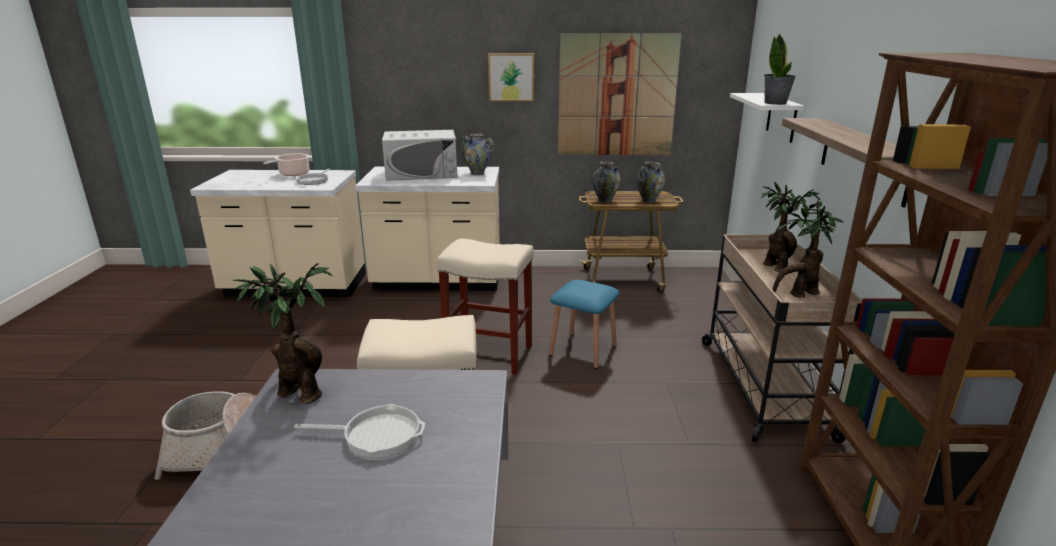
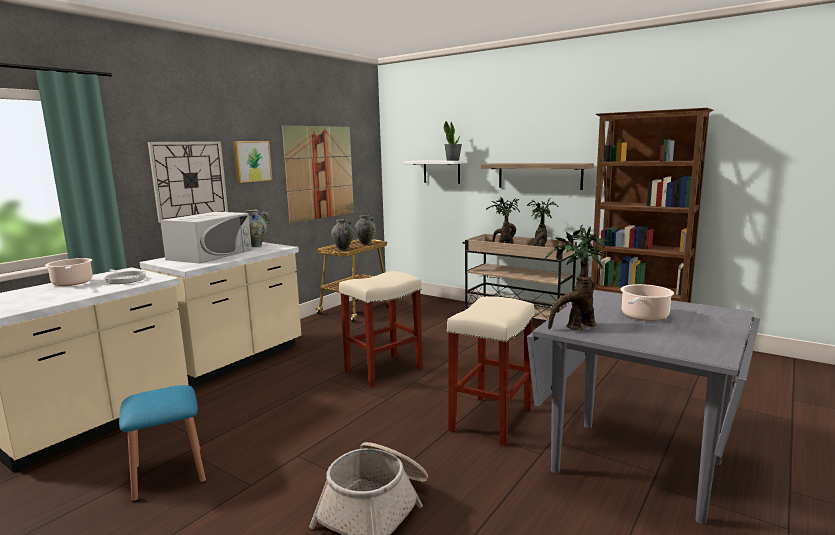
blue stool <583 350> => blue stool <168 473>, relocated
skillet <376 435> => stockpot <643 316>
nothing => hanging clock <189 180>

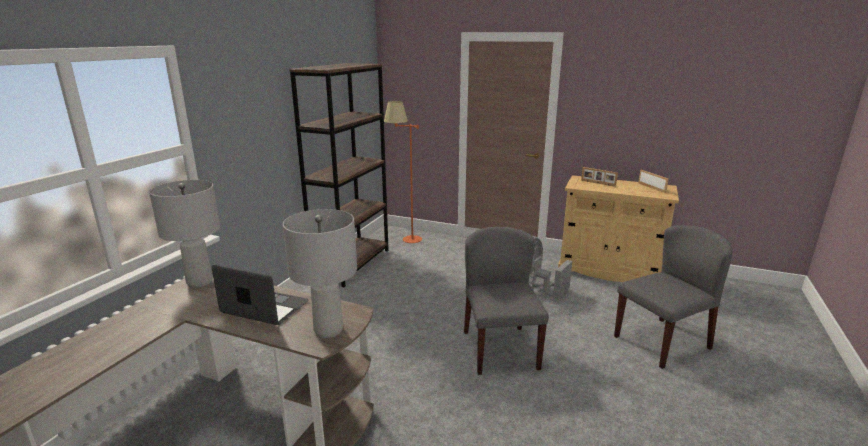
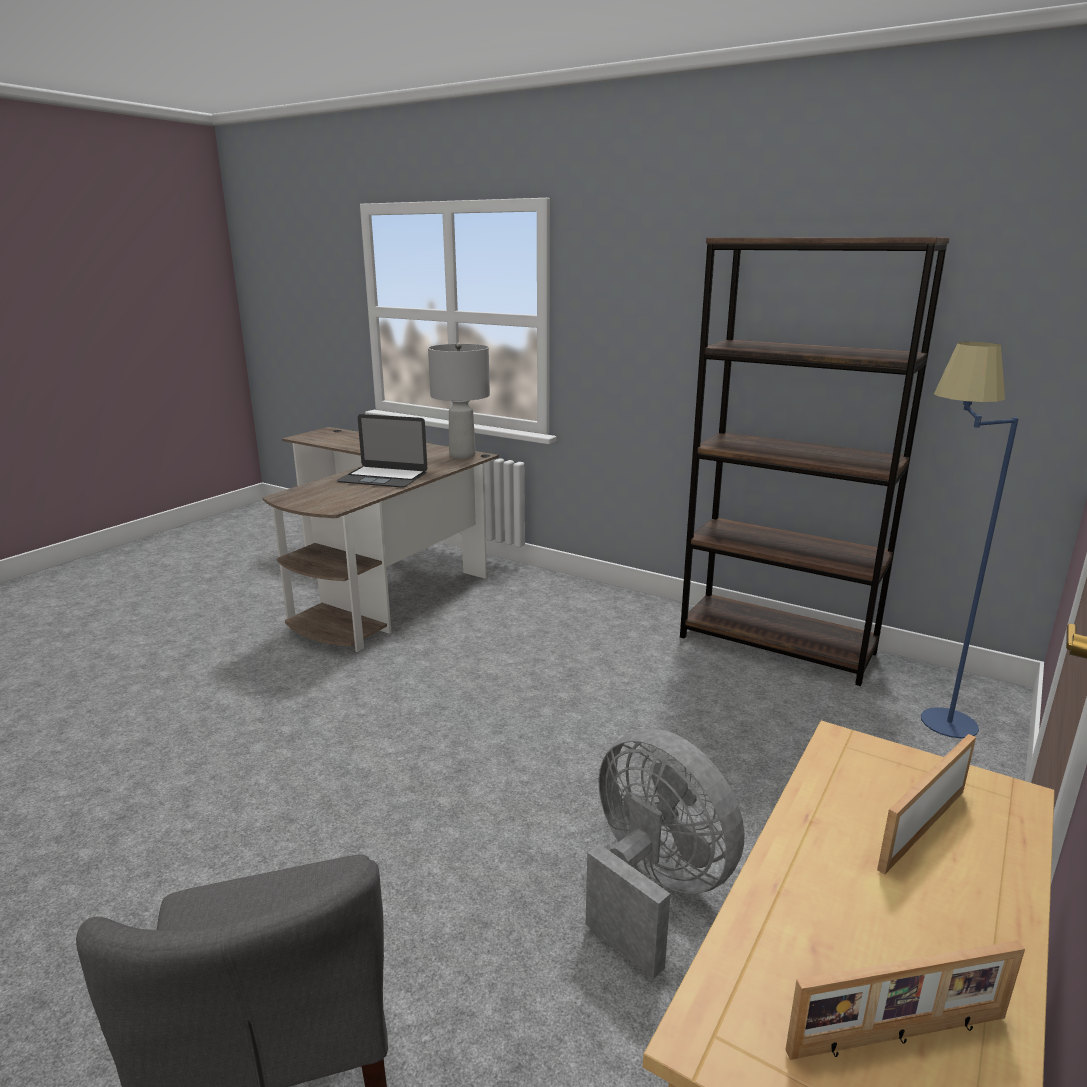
orangey floor lamp <405 242> => blue floor lamp <926 712>
gray table lamp <328 330> => nothing
gray chair <499 349> => nothing
laptop <265 307> => laptop <383 477>, 75 degrees clockwise

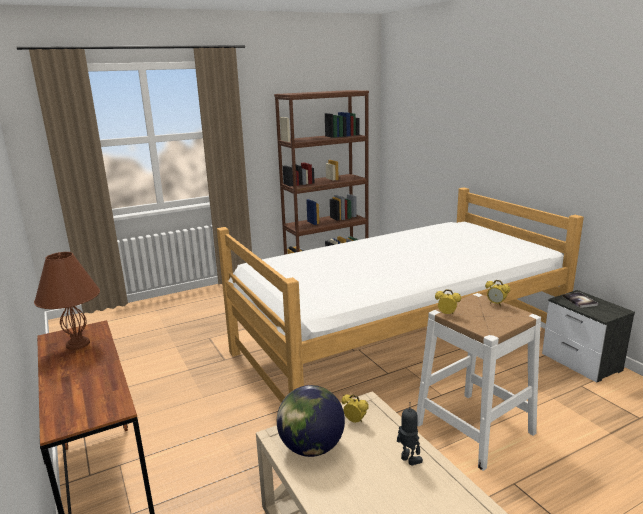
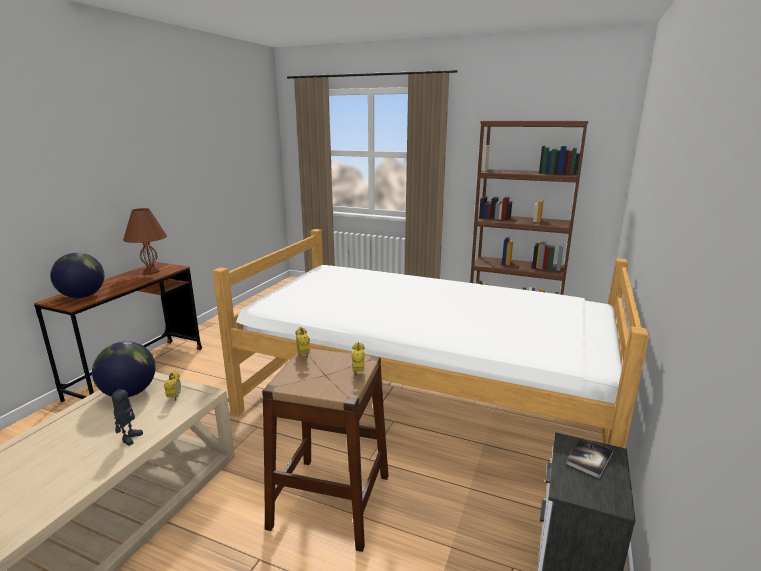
whitish stool <474 428> => brownish stool <331 500>
nothing => desk globe <82 296>

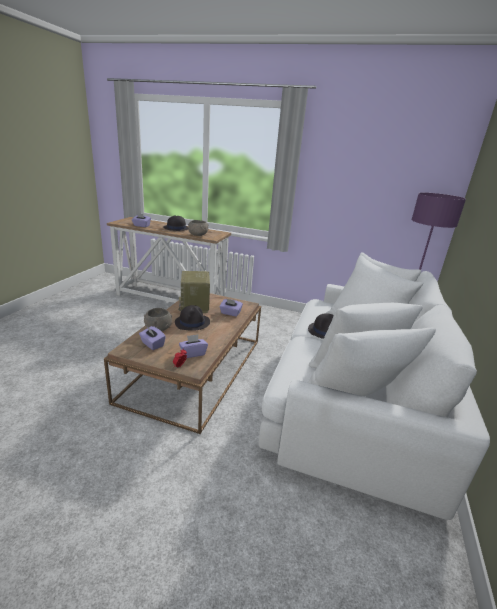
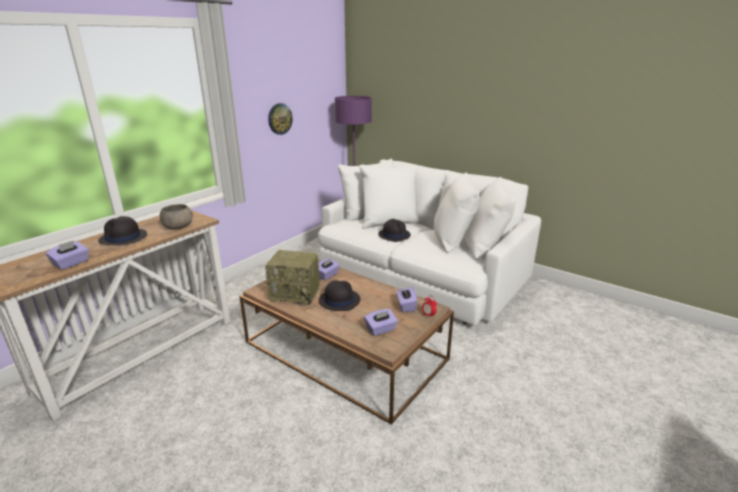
gray bowl <158 328> => nothing
nothing => hanging clock <279 119>

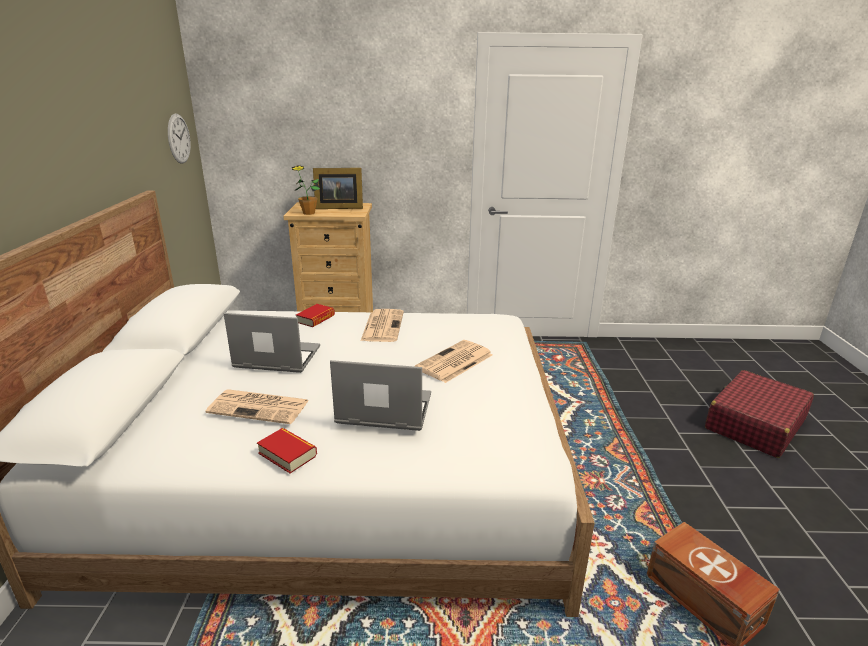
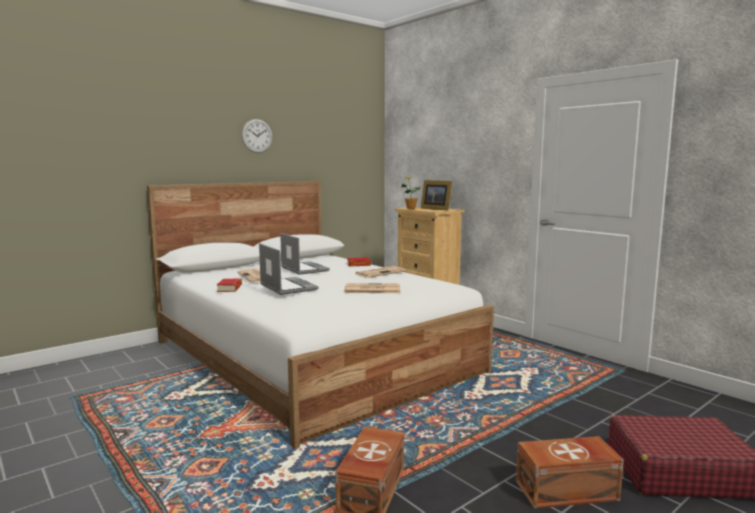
hanging clock <179 138> => hanging clock <257 136>, relocated
nothing => brownish storage bin <568 491>

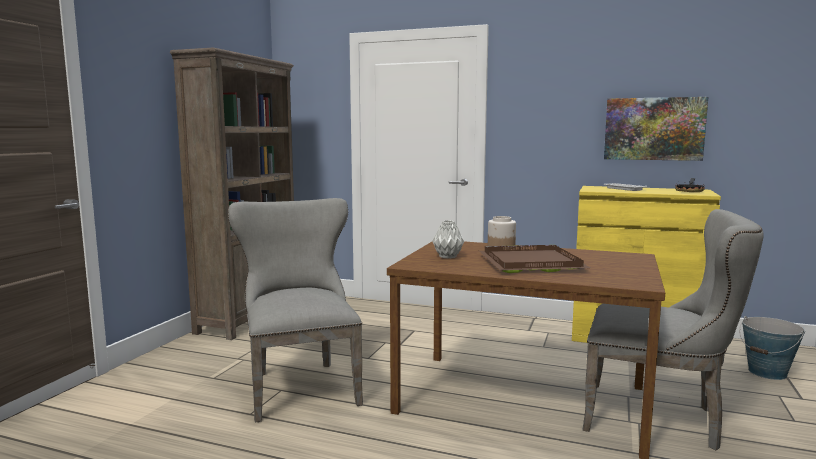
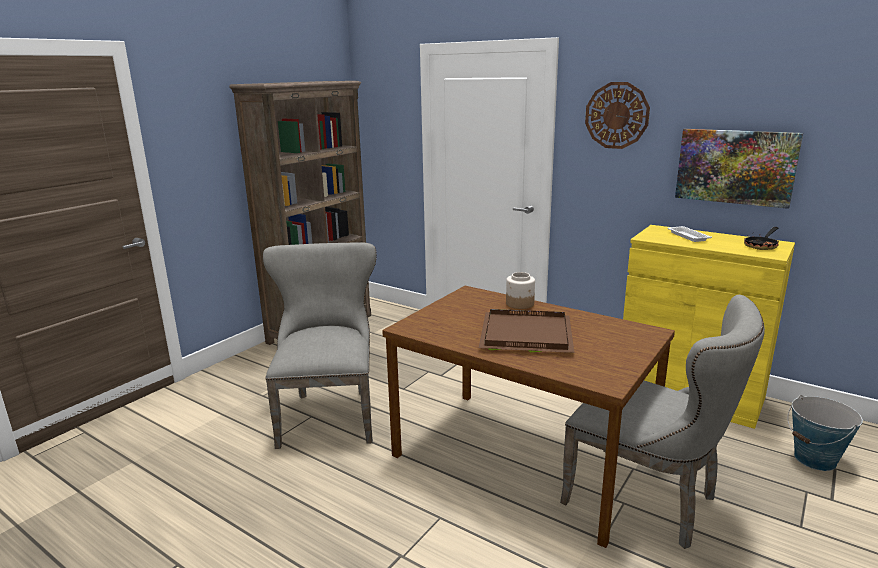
gray vase <447 256> => nothing
nothing => hanging clock <616 115>

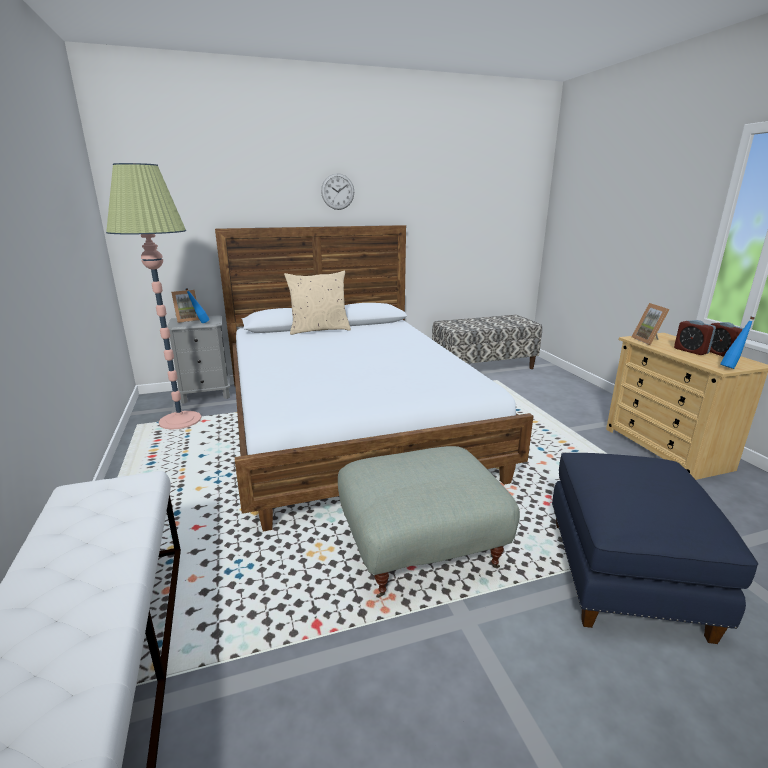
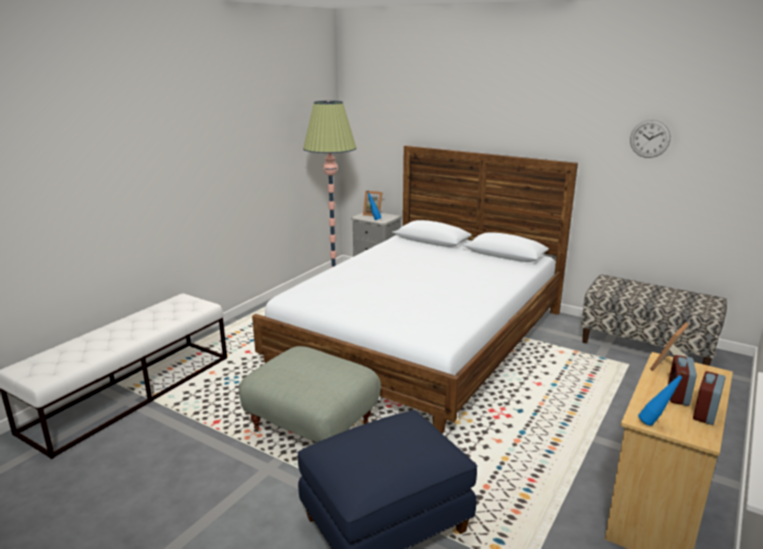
hanging clock <337 191> => hanging clock <650 139>, relocated
sand-coloured throw pillow <319 330> => nothing

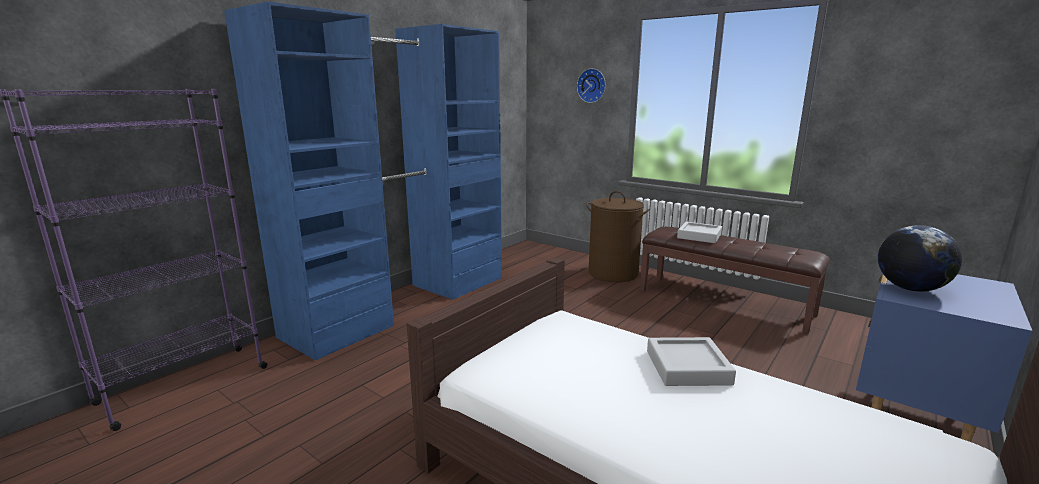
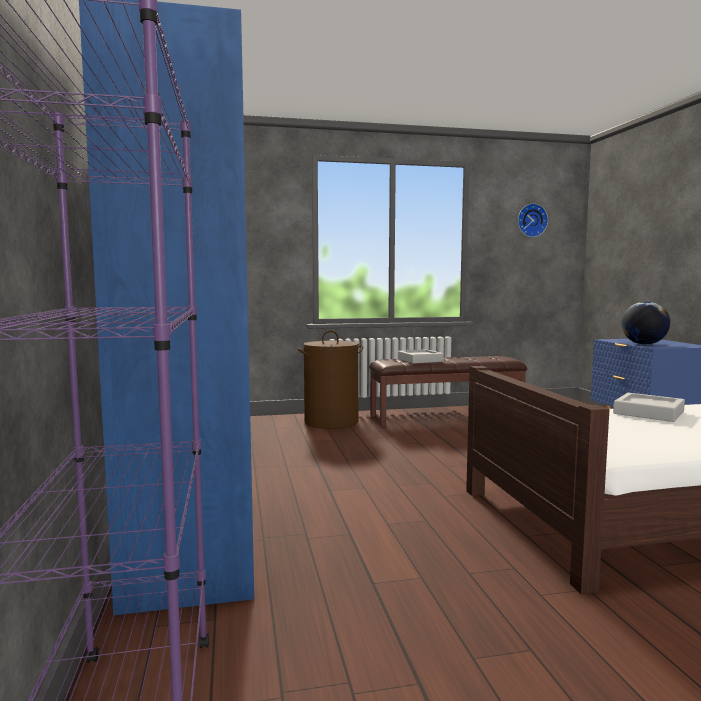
hanging clock <592 85> => hanging clock <531 220>, relocated

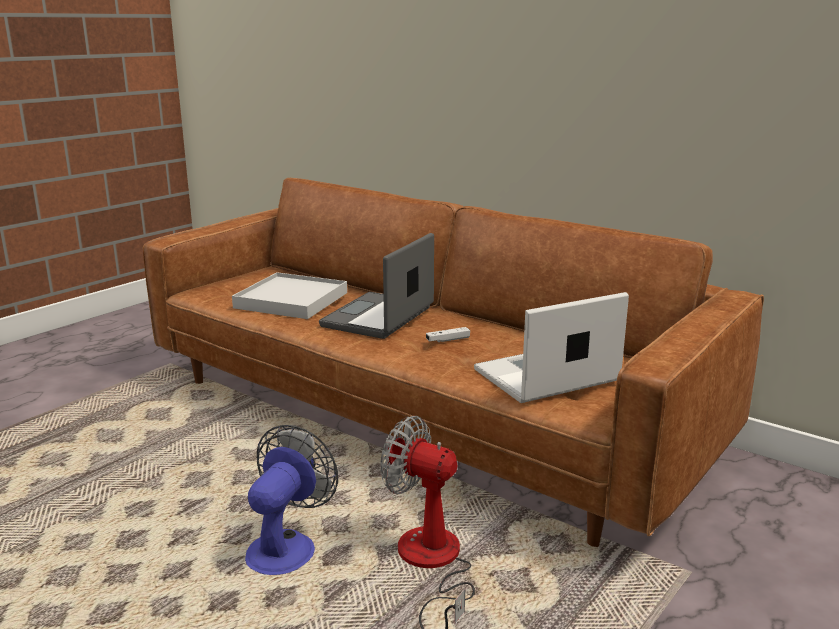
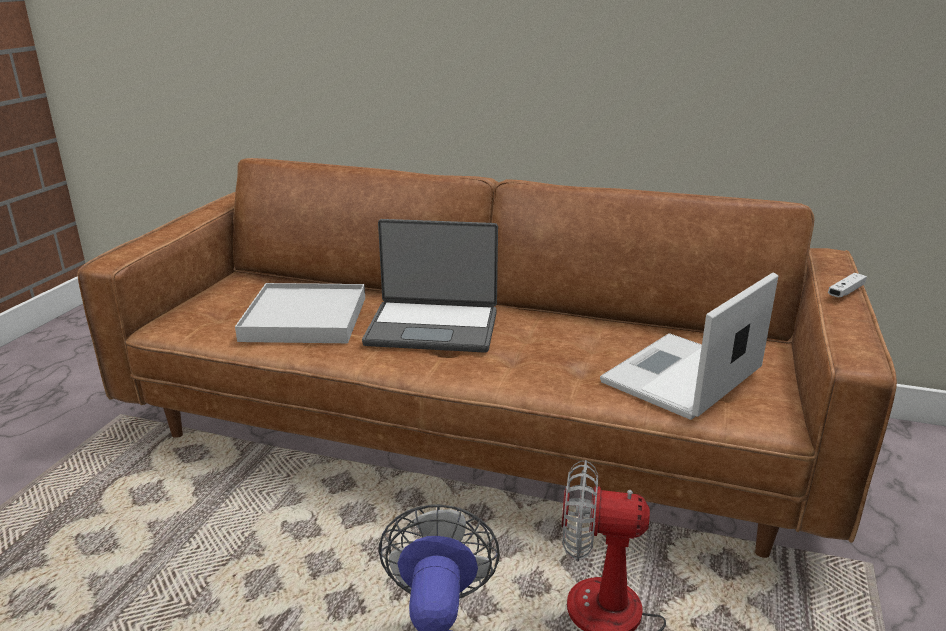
laptop <380 317> => laptop <433 327>, 90 degrees counterclockwise
whitish joypad <448 340> => whitish joypad <845 292>, relocated

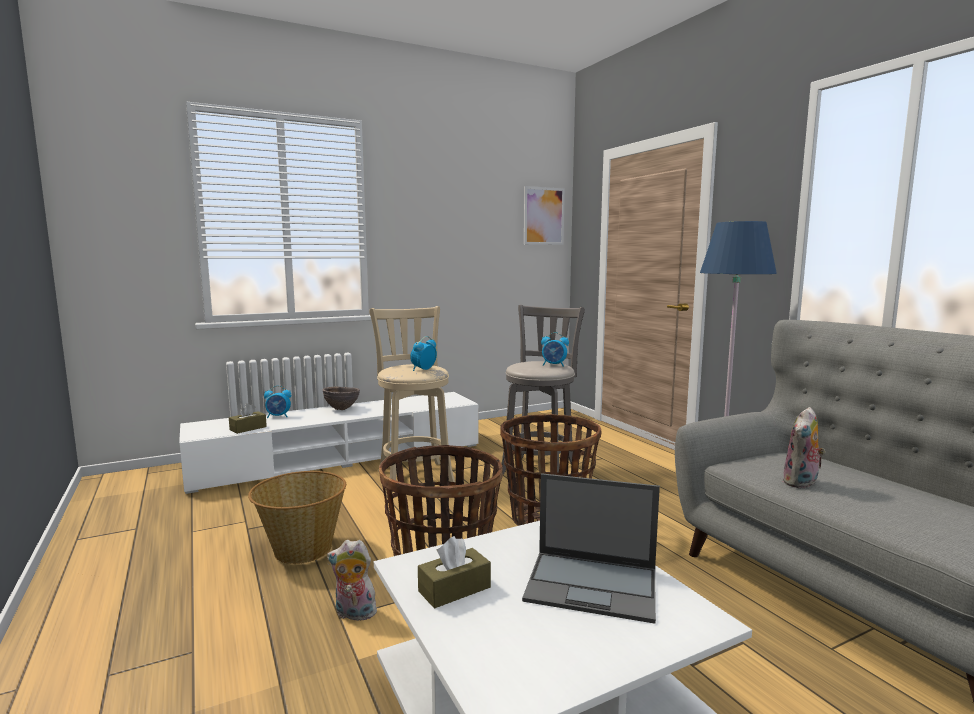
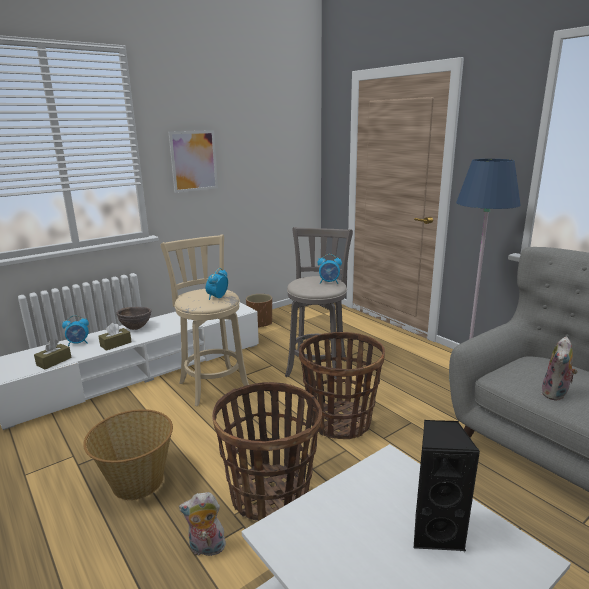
picture <543 216> => picture <194 161>, relocated
laptop <593 585> => black-coloured audio speaker <436 532>
brownish tissue holder <454 589> => brownish tissue holder <116 344>, relocated
nothing => brownish plant pot <260 323>

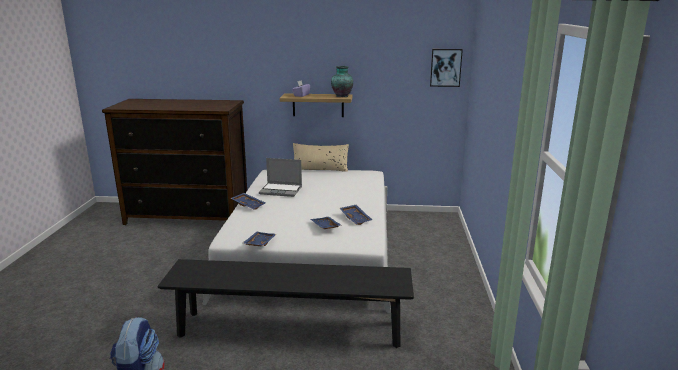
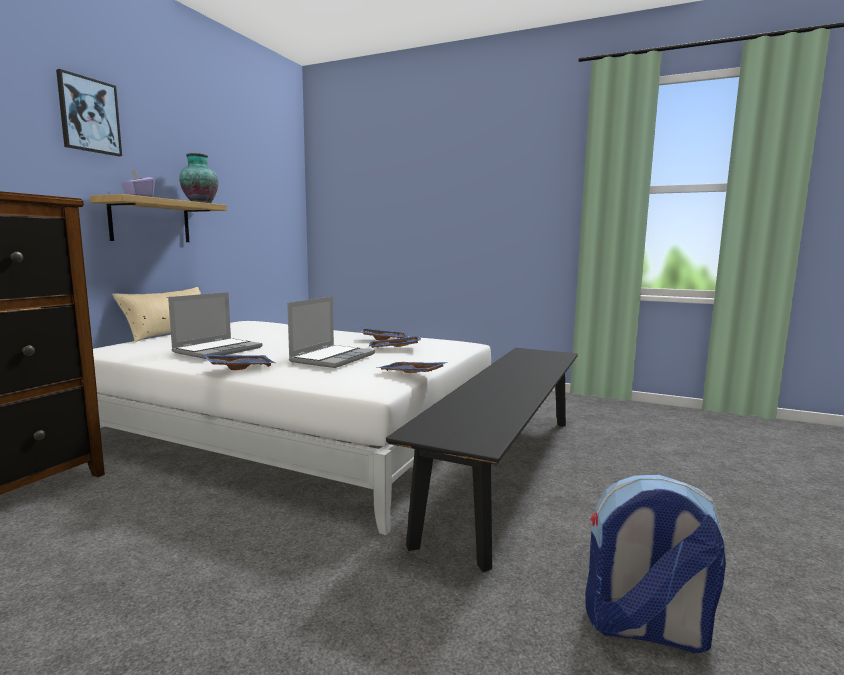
picture <445 67> => picture <89 115>, relocated
nothing => laptop <332 358>

